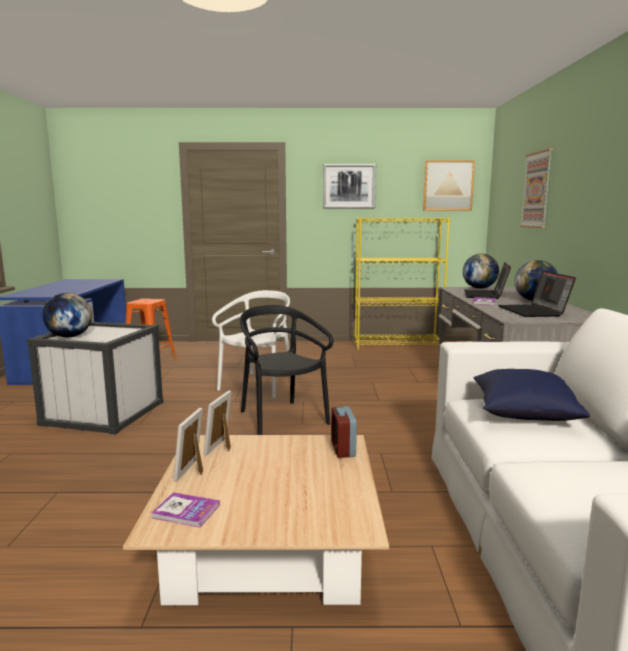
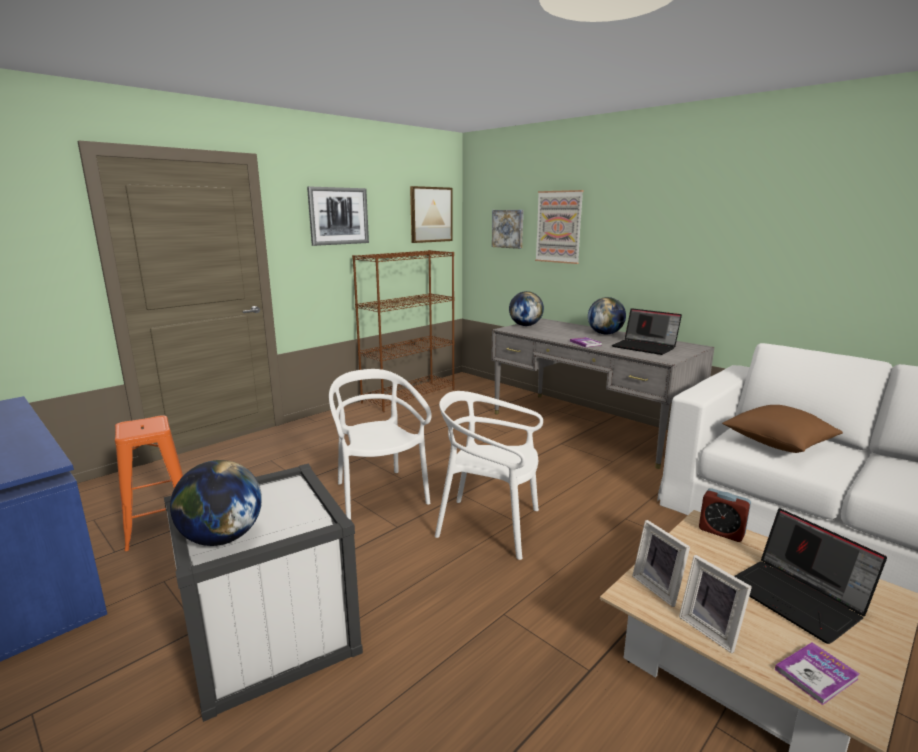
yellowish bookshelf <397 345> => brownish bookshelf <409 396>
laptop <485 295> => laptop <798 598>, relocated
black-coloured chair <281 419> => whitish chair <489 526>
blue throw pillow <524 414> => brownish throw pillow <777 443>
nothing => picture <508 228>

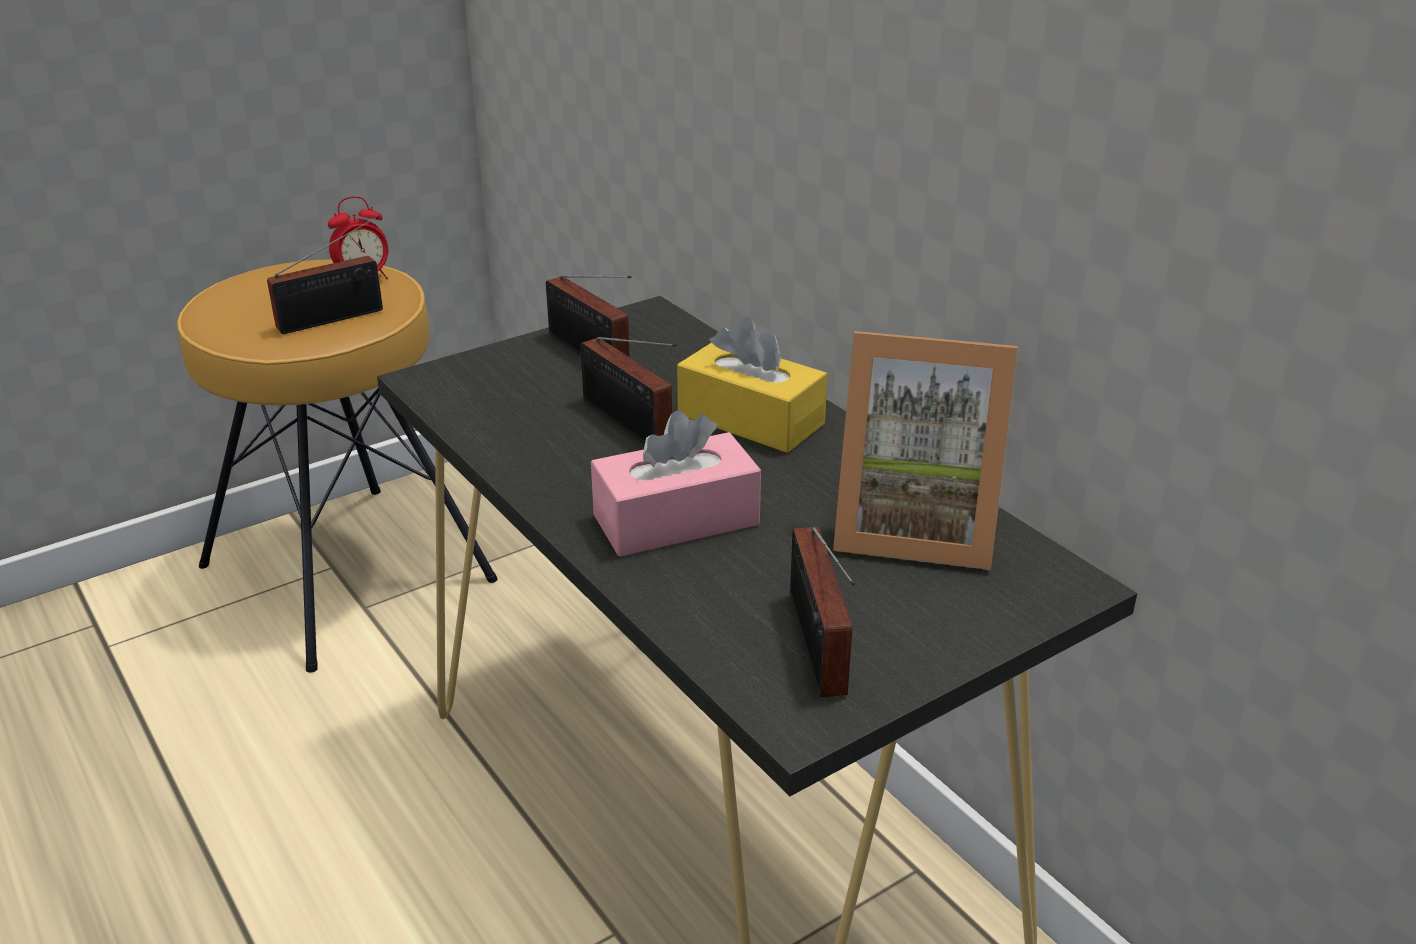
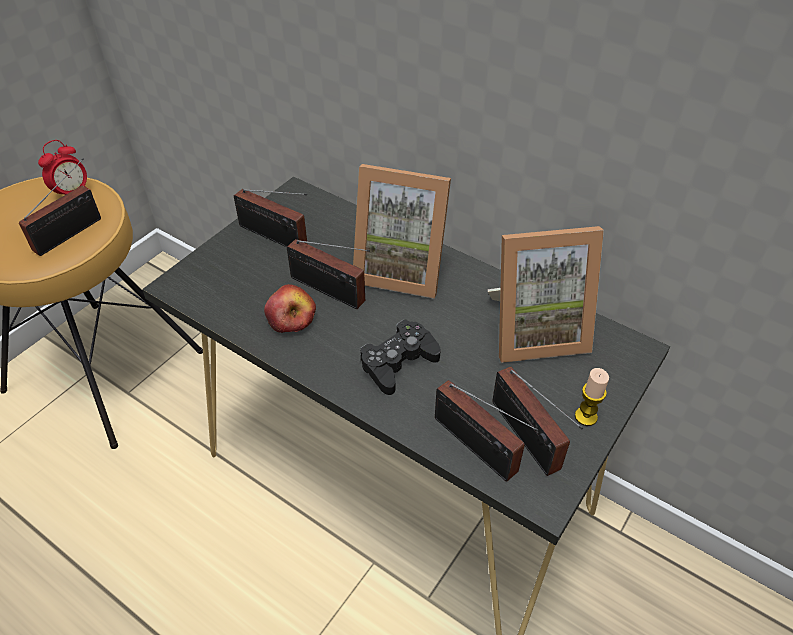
yellowish tissue holder <750 419> => photo frame <401 269>
pink-coloured tissue holder <676 520> => black-coloured joypad <398 362>
nothing => apple fruit <291 318>
nothing => wax candle <586 416>
nothing => radio set <478 449>

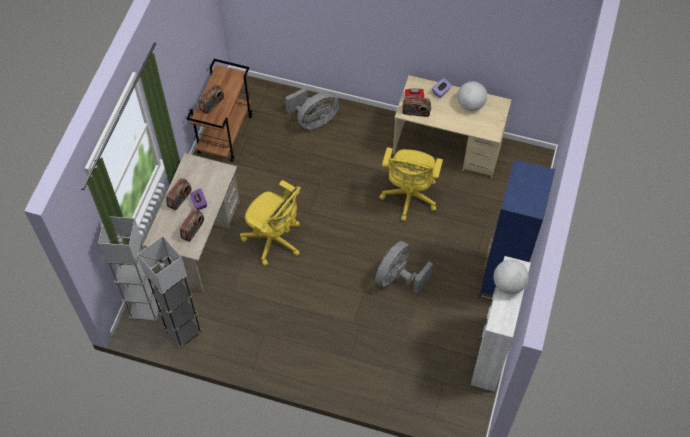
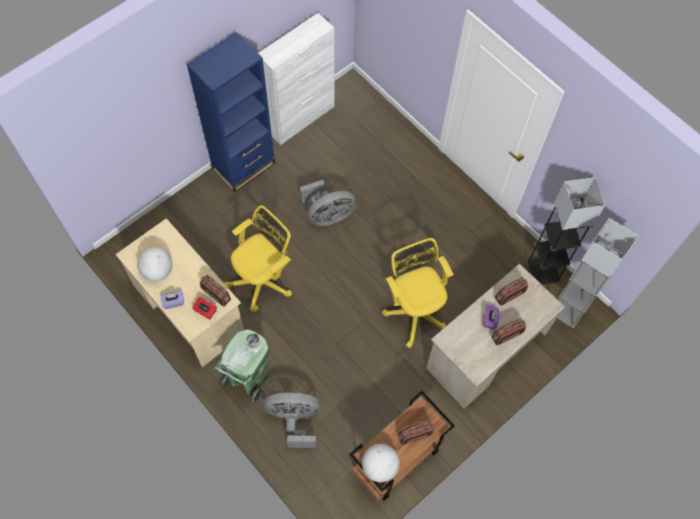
desk globe <508 284> => desk globe <379 466>, relocated
nothing => greenish trash can <249 378>

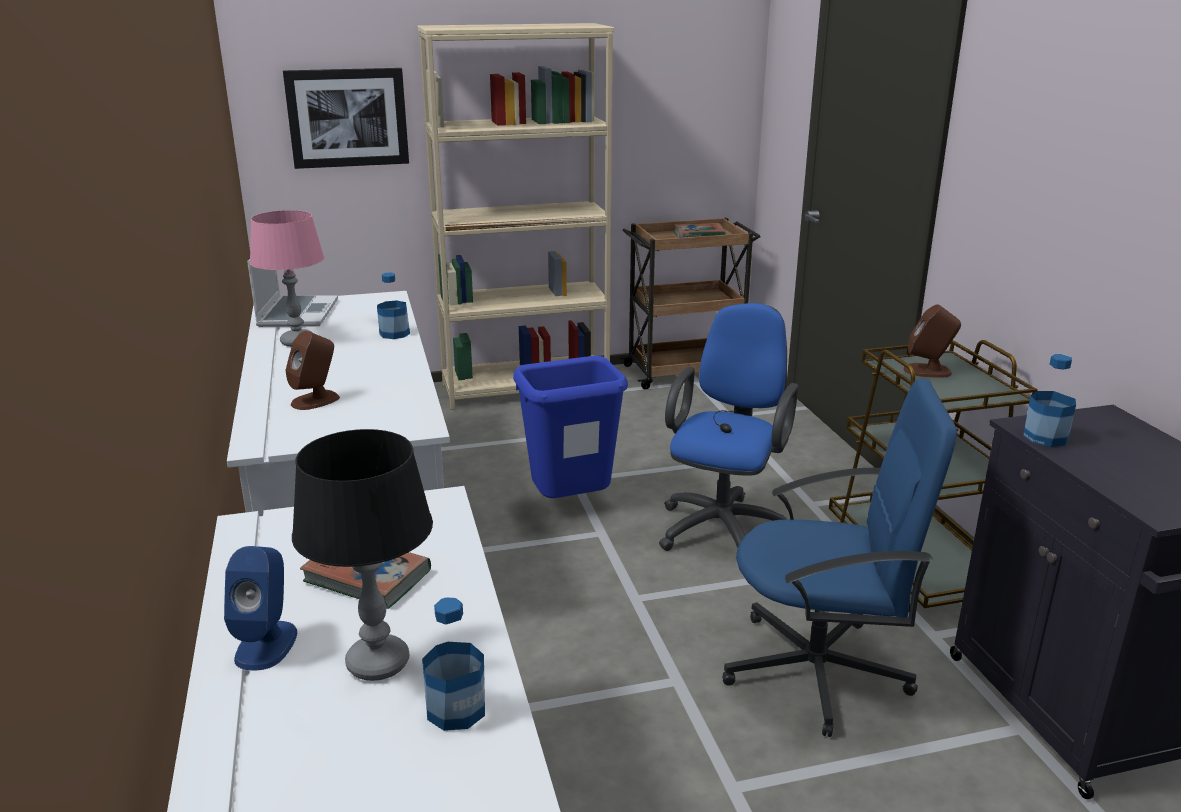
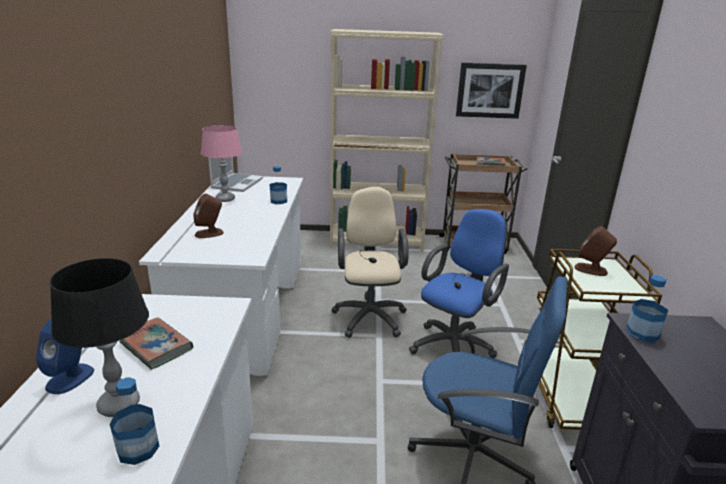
picture <347 118> => picture <490 90>, relocated
blue trash can <572 506> => sand-coloured office chair <369 315>

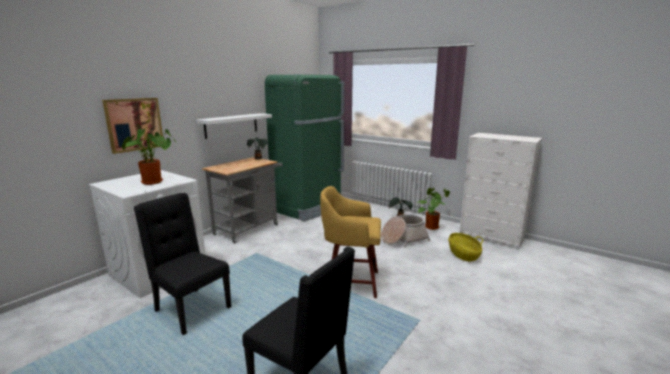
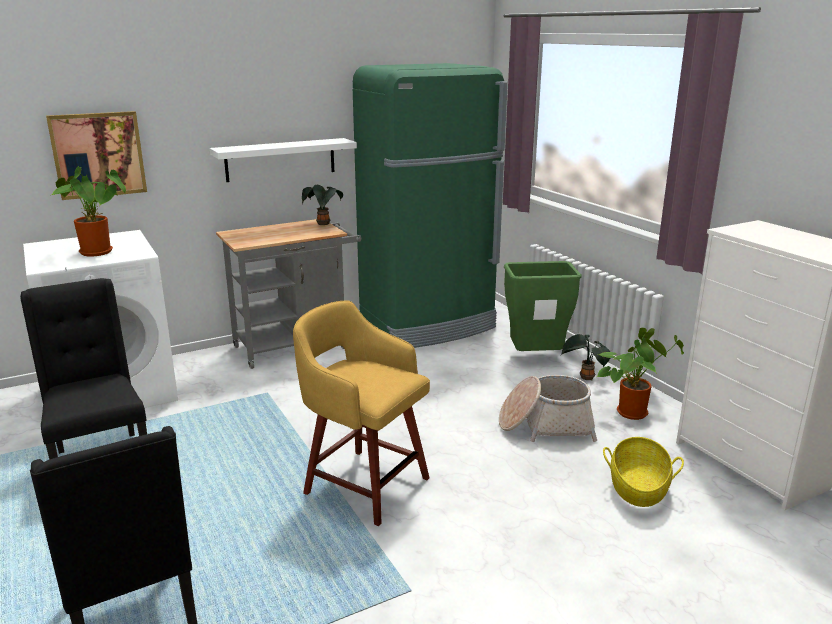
nothing => greenish trash can <536 358>

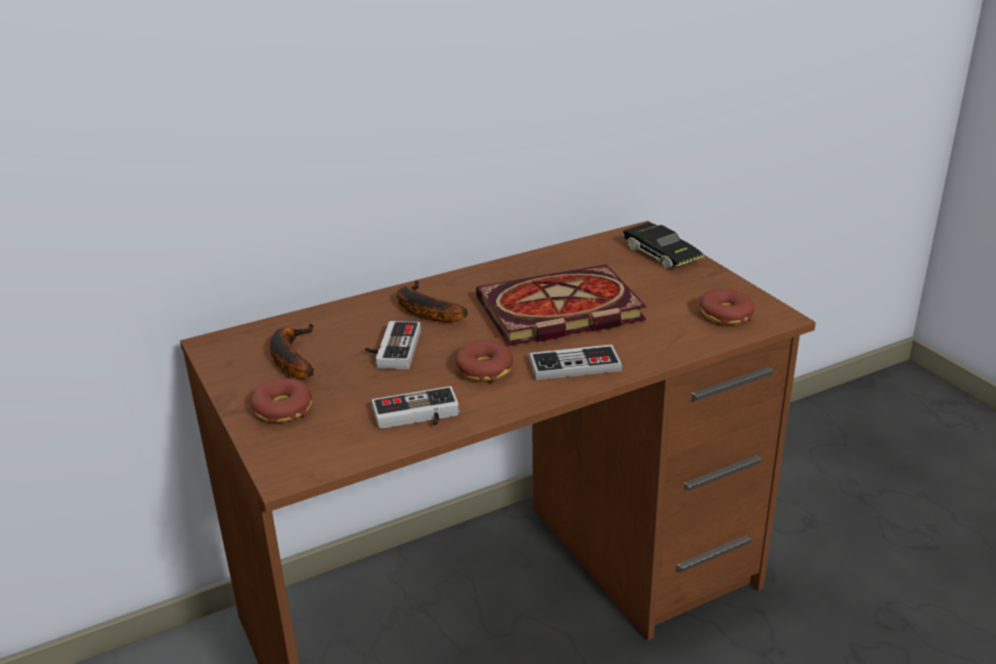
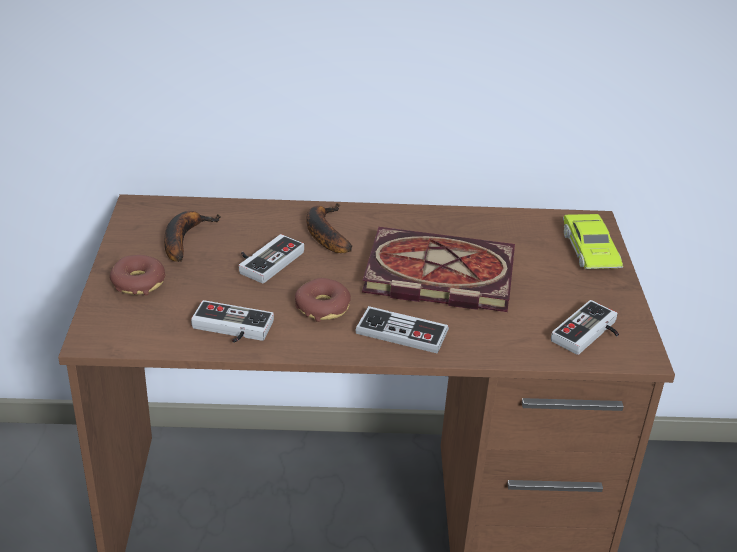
black-coloured toy car <661 254> => greenish toy car <590 250>
donut <725 315> => joypad <590 334>

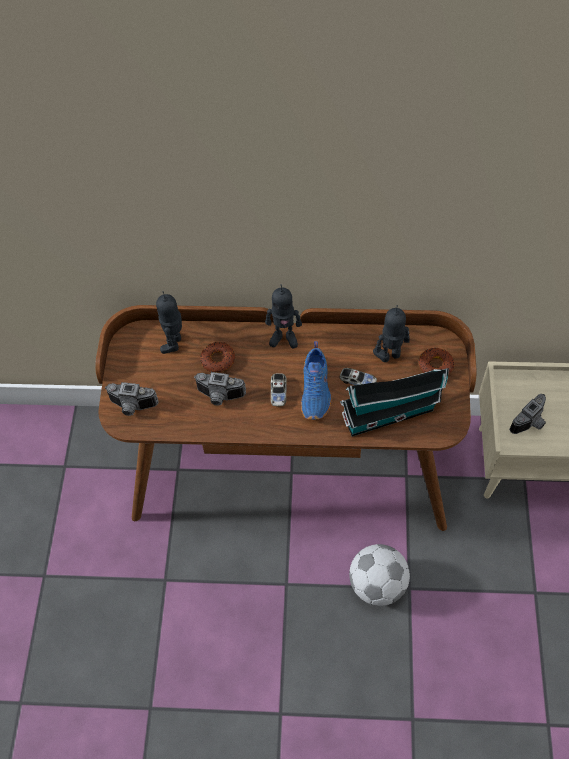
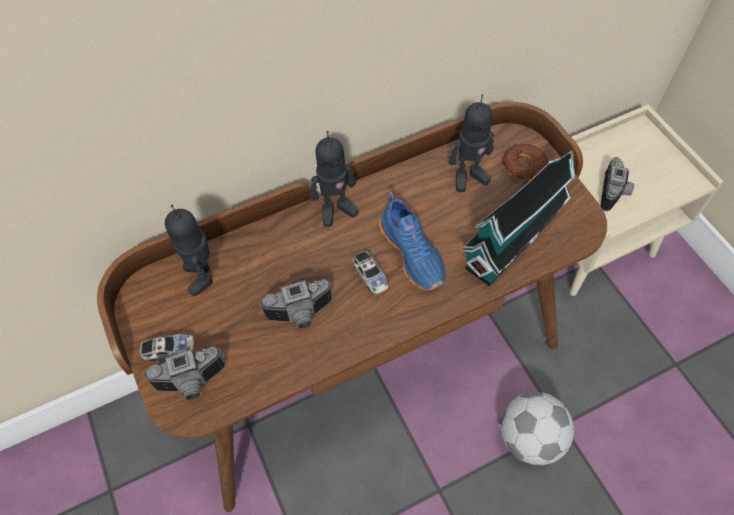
robot figure <390 355> => robot figure <468 176>, 150 degrees counterclockwise
donut <217 360> => nothing
toy car <358 381> => toy car <169 349>, relocated

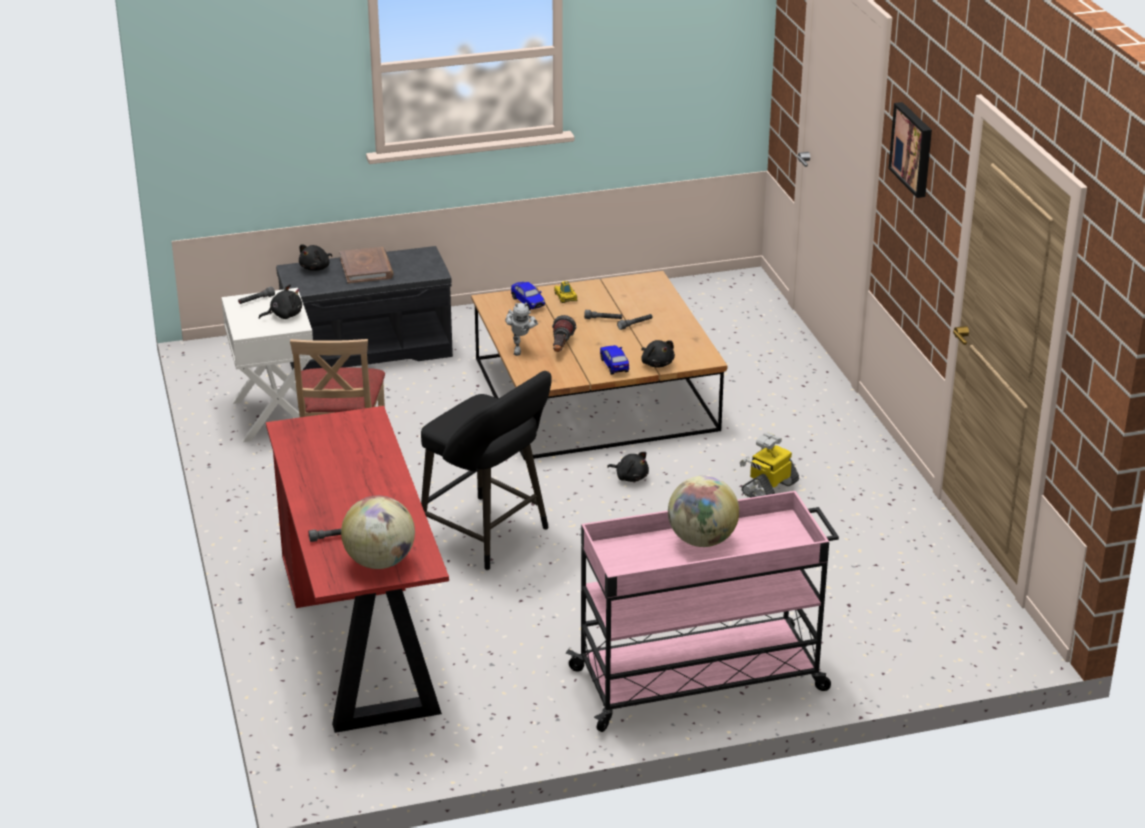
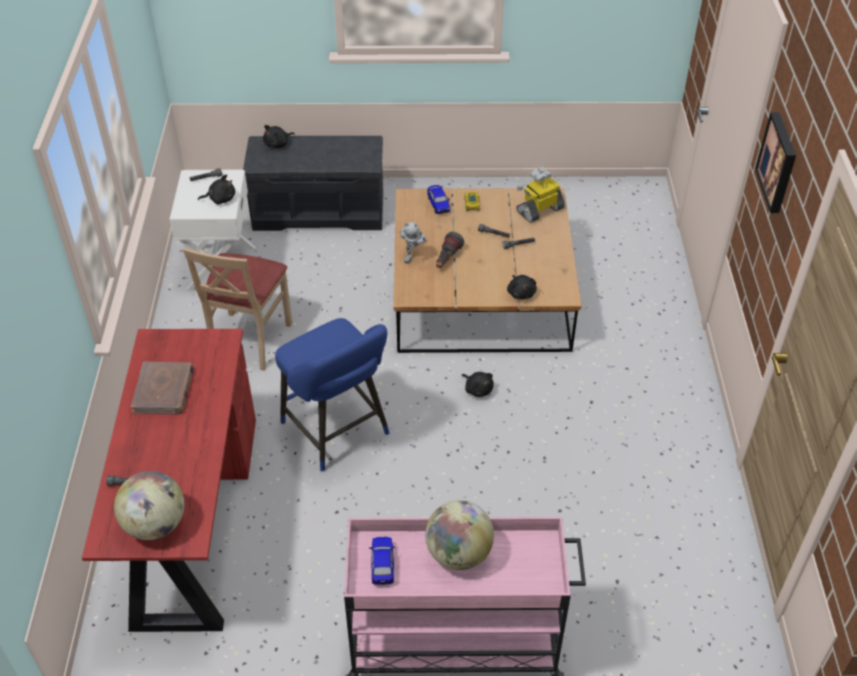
brownish book <366 268> => brownish book <164 390>, relocated
toy car <614 365> => toy car <382 565>, relocated
black-coloured stool <489 536> => blue stool <338 432>
robot figure <769 488> => robot figure <539 210>, relocated

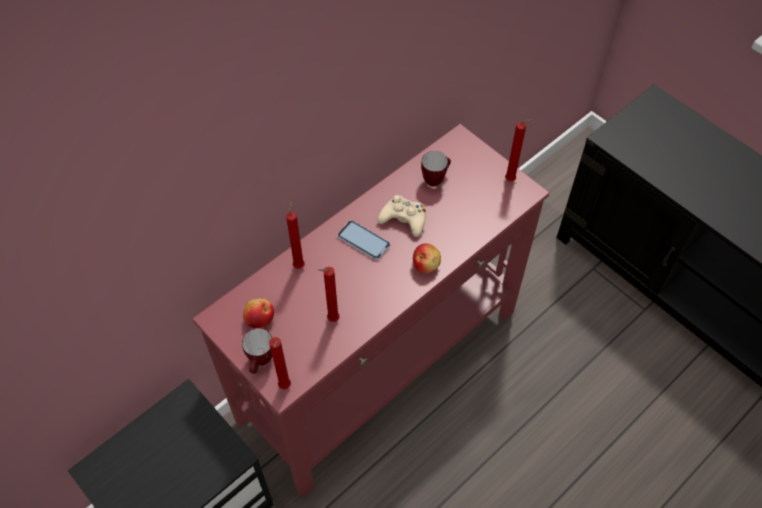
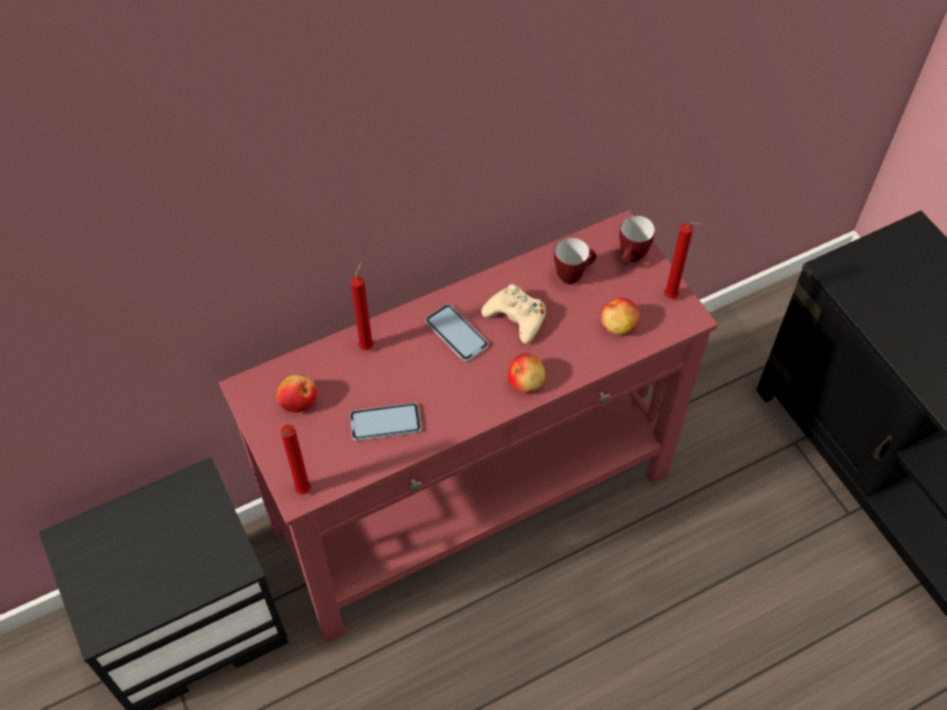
reddish wax candle <331 319> => telephone <385 423>
mug <261 363> => mug <631 259>, relocated
nothing => apple fruit <618 325>

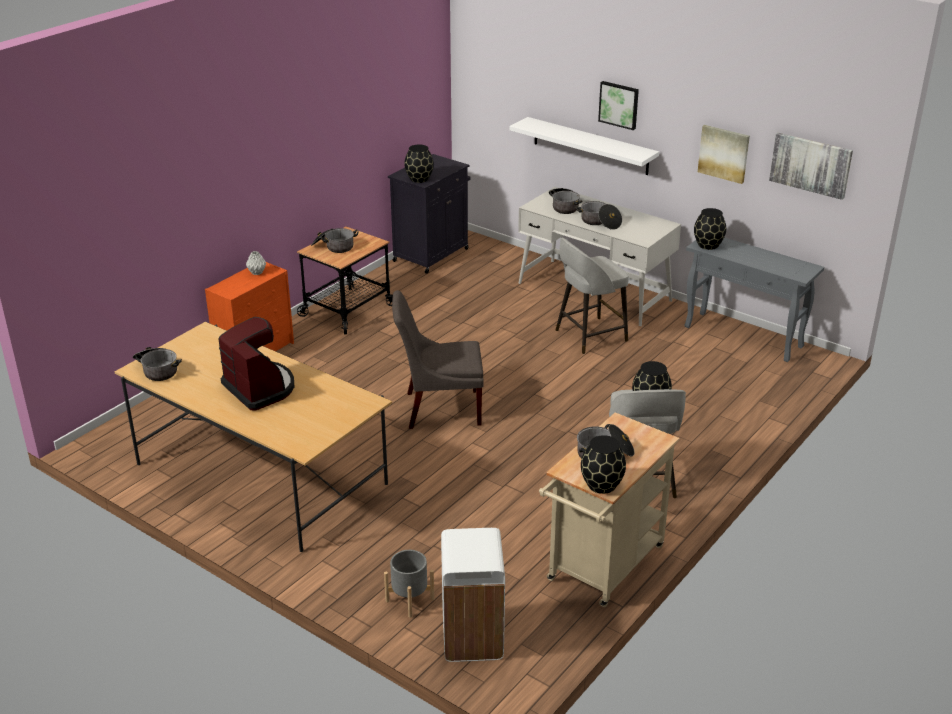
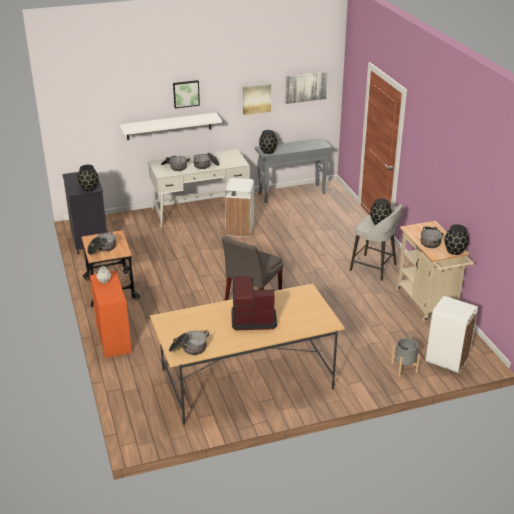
gray stool <589 336> => whitish trash can <239 229>

